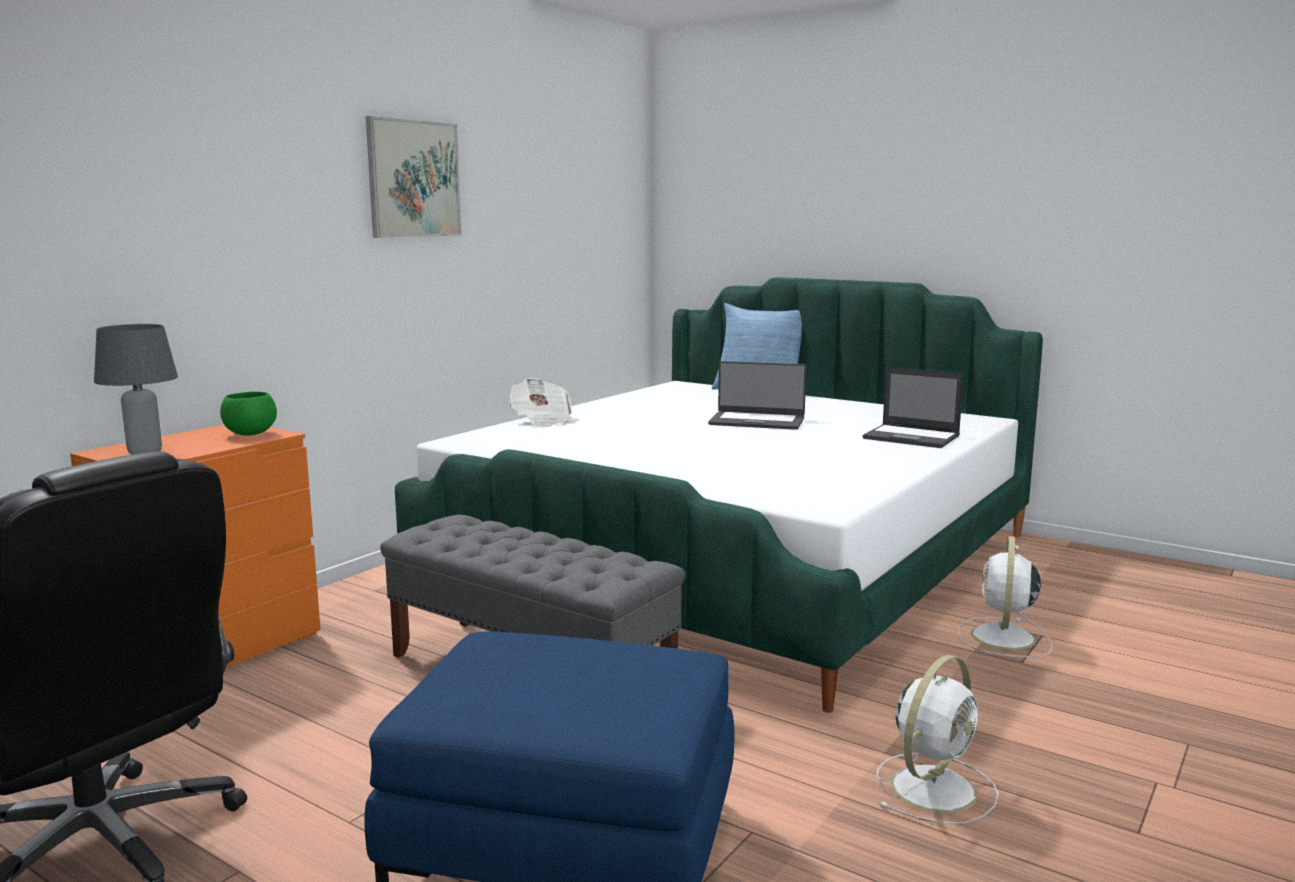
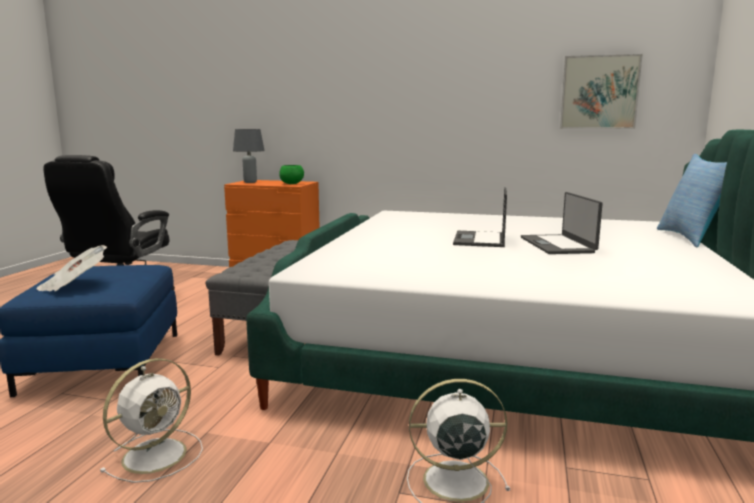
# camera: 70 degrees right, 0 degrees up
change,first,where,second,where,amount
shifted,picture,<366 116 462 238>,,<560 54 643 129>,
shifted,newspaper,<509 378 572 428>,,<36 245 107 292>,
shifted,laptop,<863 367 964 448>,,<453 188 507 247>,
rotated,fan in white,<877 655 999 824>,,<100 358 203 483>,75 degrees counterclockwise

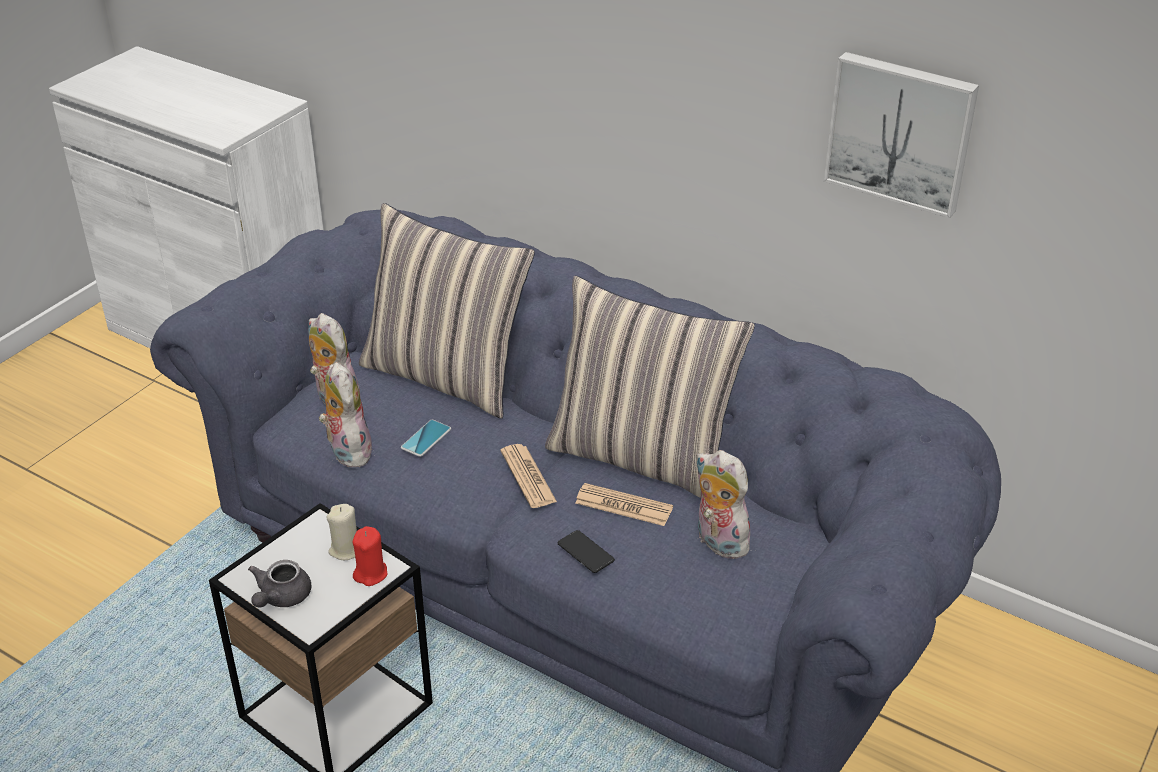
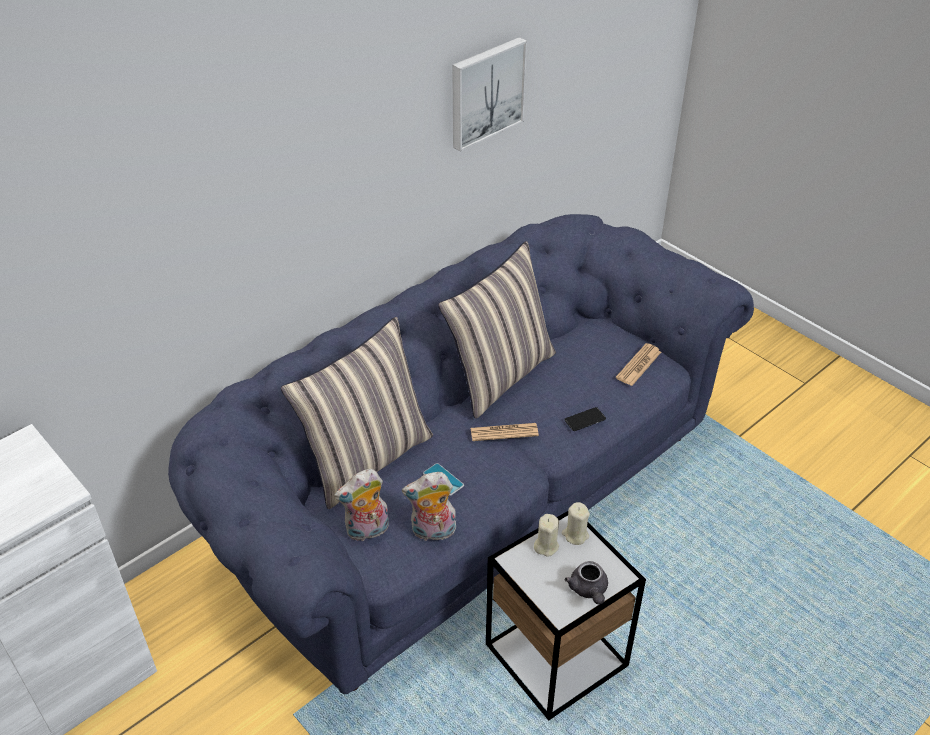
# camera: 75 degrees left, 5 degrees up
change,first,where,second,where,amount
gone,plush toy,<695 450 755 559>,,,
shifted,newspaper,<575 483 673 526>,,<616 343 661 386>,
repainted,candle in red,<353 526 388 586>,candle in beige,<562 502 590 545>,
rotated,teapot in grey,<248 560 311 608>,,<565 561 608 605>,45 degrees clockwise

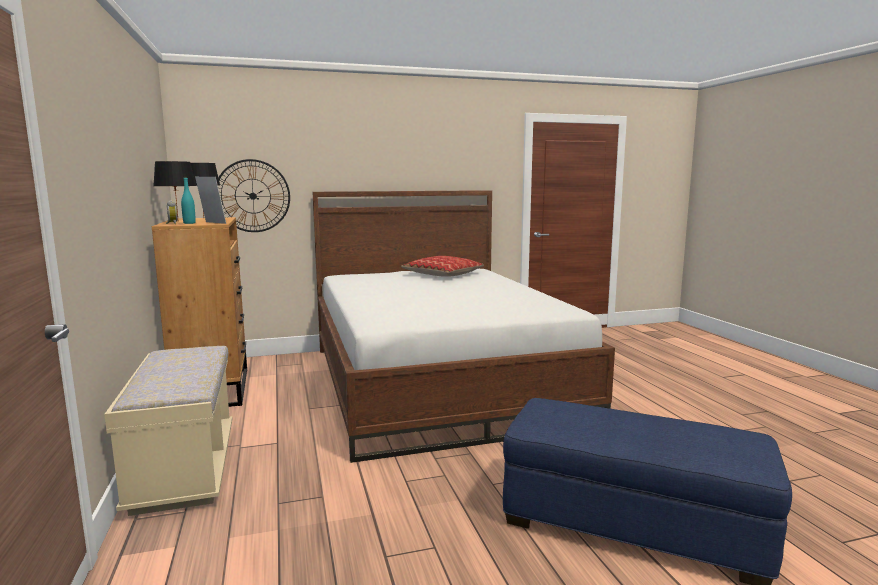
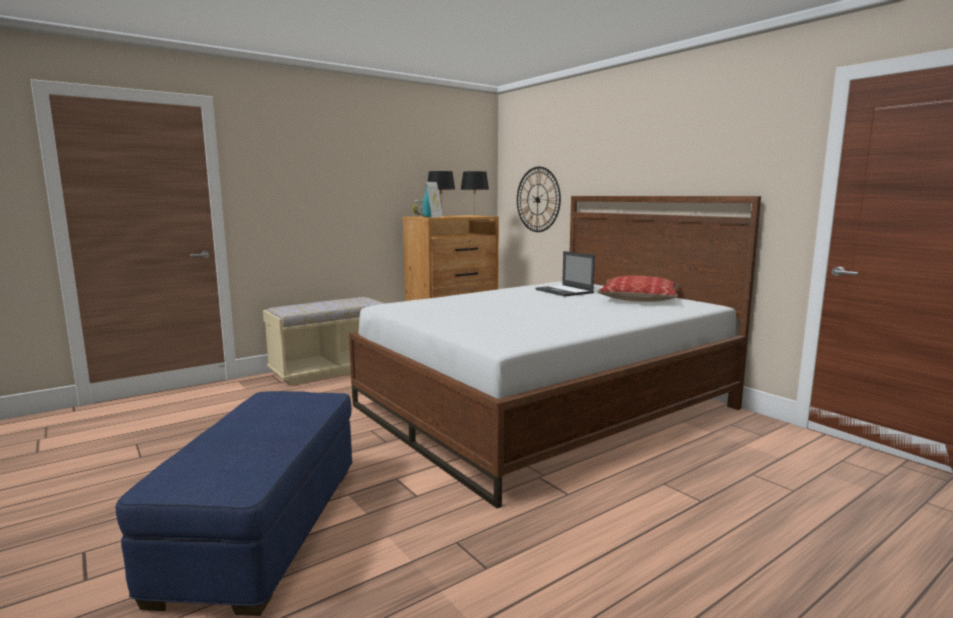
# camera: 70 degrees right, 0 degrees up
change,first,where,second,where,amount
new,,,laptop,<535 251 595 297>,

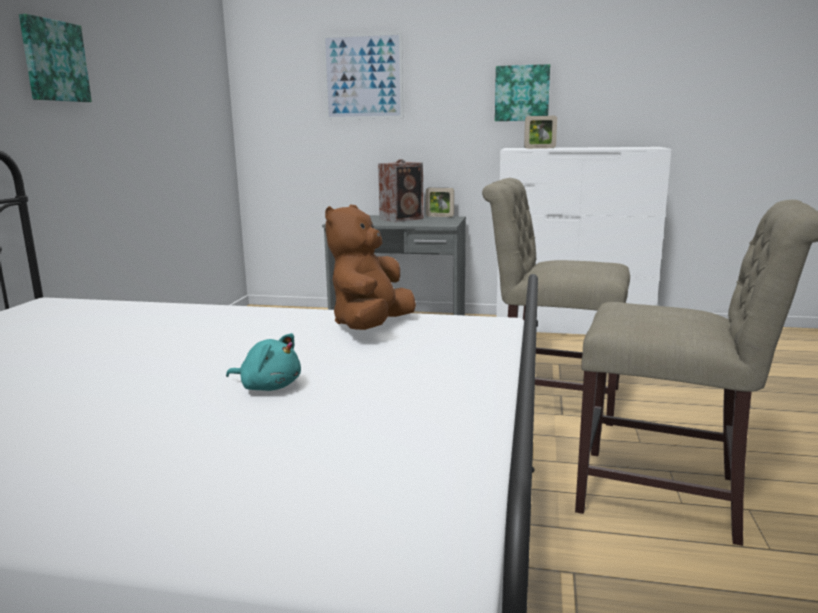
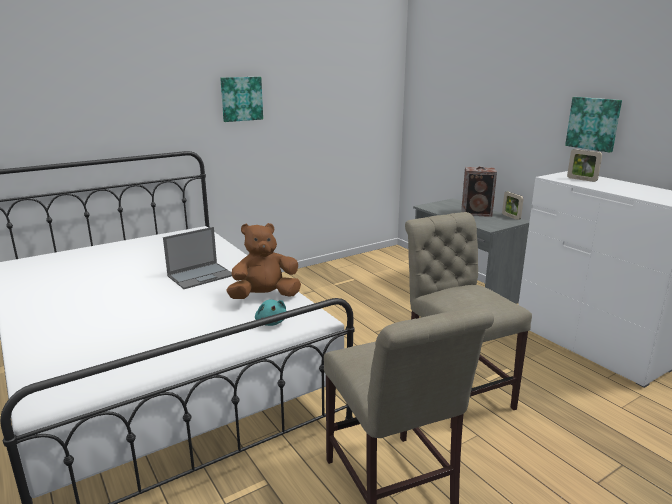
# camera: 45 degrees right, 5 degrees up
change,first,where,second,where,amount
gone,picture,<322 32 403 120>,,,
new,,,laptop,<163 227 232 289>,
shifted,plush toy in turquoise,<226 333 301 391>,,<255 299 286 326>,

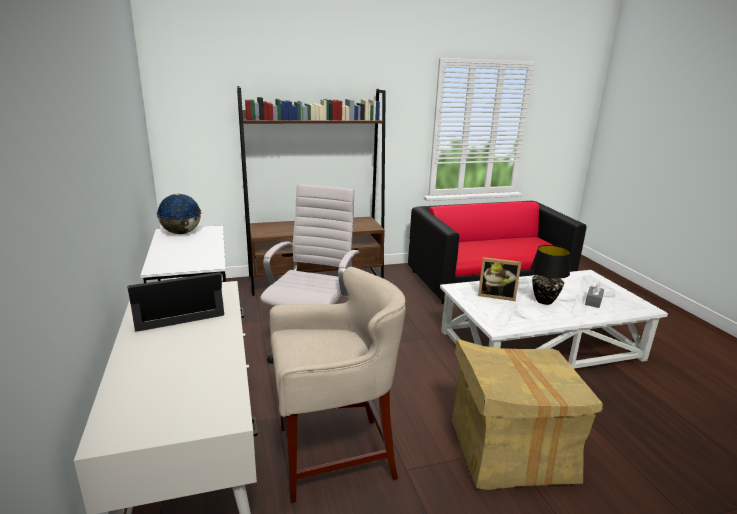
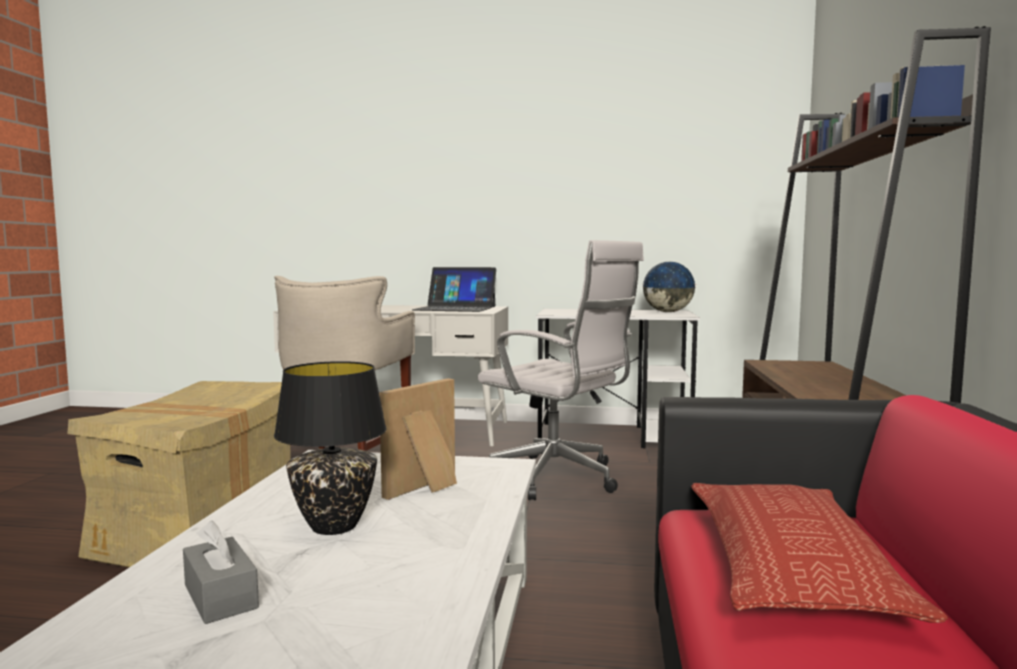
# camera: 115 degrees right, 15 degrees down
change,first,where,second,where,amount
new,,,pillow,<691 483 948 623>,
rotated,laptop,<128 272 224 332>,,<412 267 496 312>,105 degrees clockwise

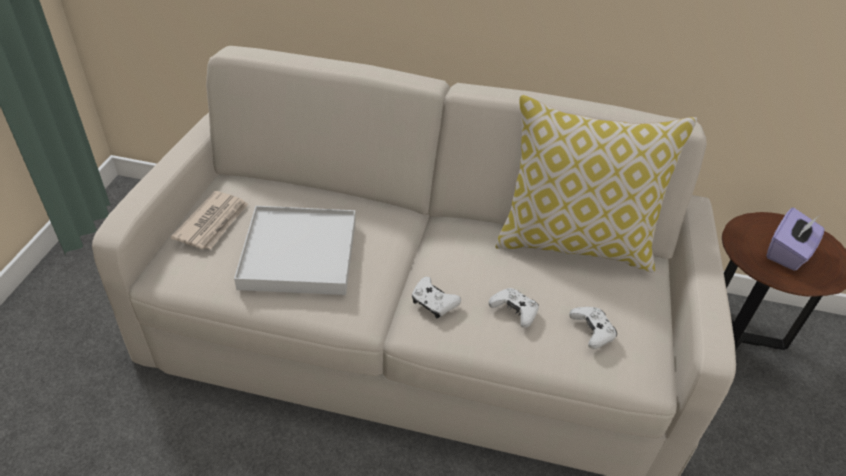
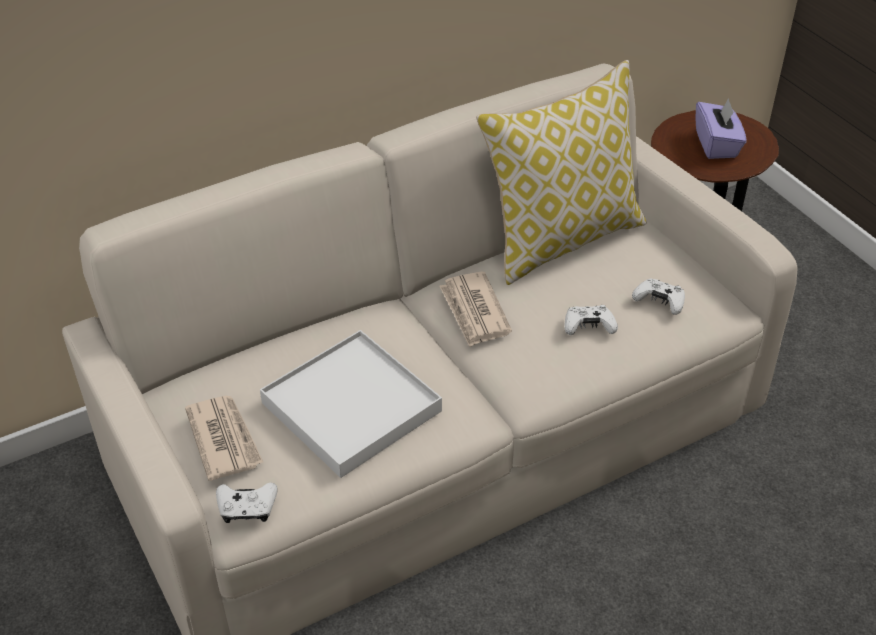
# camera: 40 degrees left, 0 degrees up
change,first,where,second,where,amount
new,,,newspaper,<439 272 512 347>,
shifted,game controller in white,<412 277 461 318>,,<216 482 277 523>,

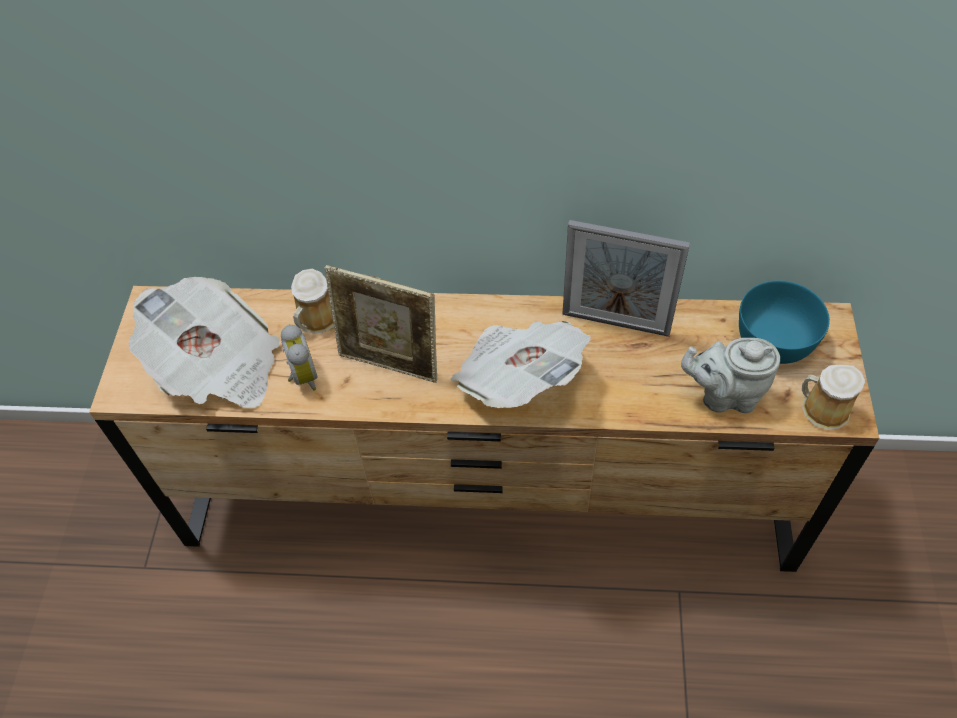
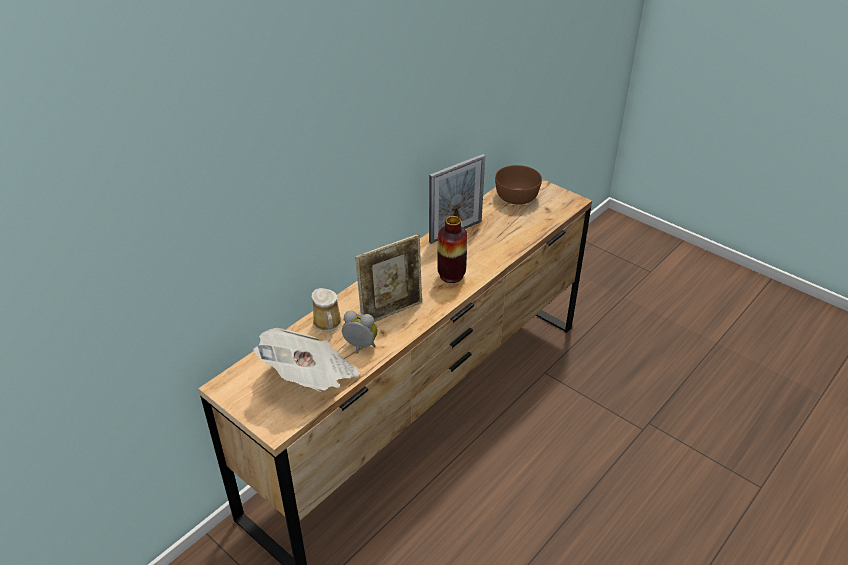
# camera: 55 degrees left, 15 degrees down
change,first,where,second,where,amount
gone,teapot in grey,<681 338 780 413>,,,
gone,mug,<802 365 865 430>,,,
swapped,newspaper,<450 321 591 408>,vase,<437 216 468 283>,
repainted,bowl in turquoise,<739 280 830 364>,bowl in brown,<495 165 542 205>,

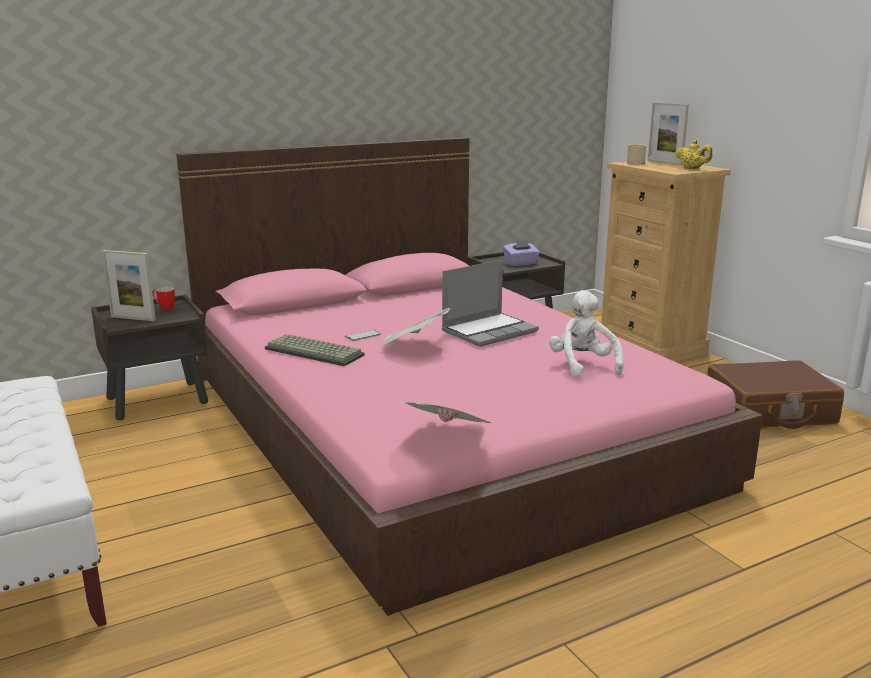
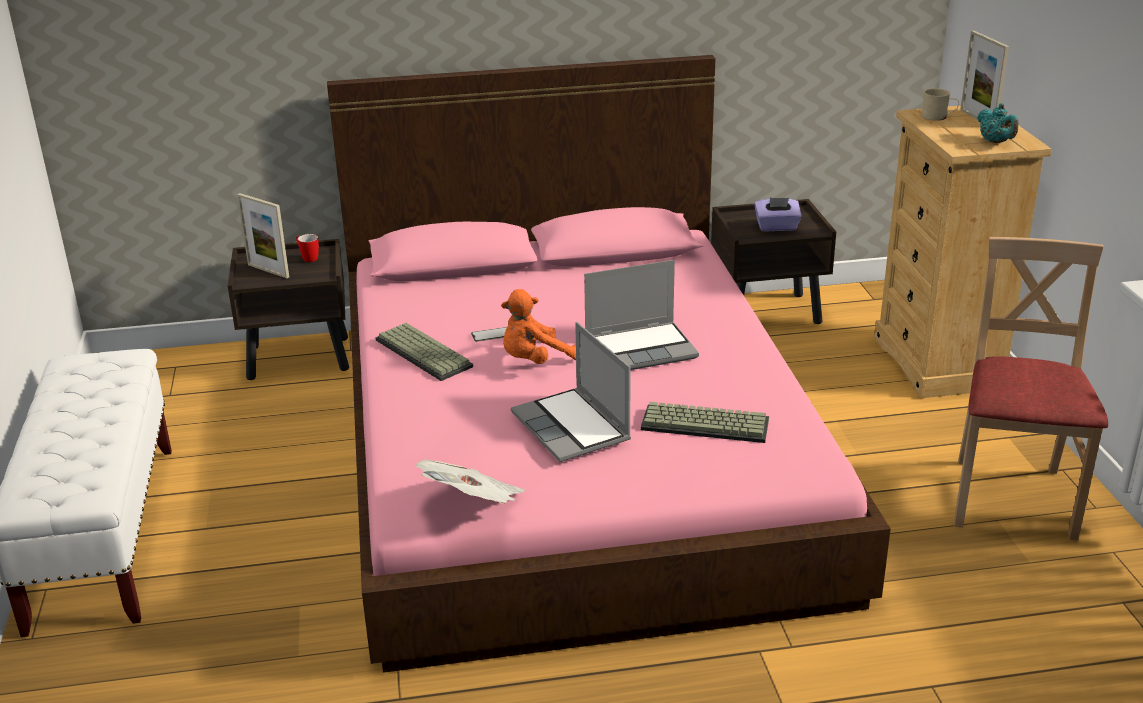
# camera: 20 degrees right, 10 degrees up
change,first,where,second,where,amount
new,,,laptop,<511 322 631 462>,
swapped,newspaper,<382 308 450 345>,plush toy in orange,<501 289 576 364>,
swapped,plush toy in white,<549 290 623 377>,keyboard,<641 402 769 443>,
swapped,suitcase in brown,<707 360 844 429>,chair in beige,<954 237 1108 541>,
repainted,teapot in yellow,<675 140 712 169>,teapot in turquoise,<977 103 1019 143>,

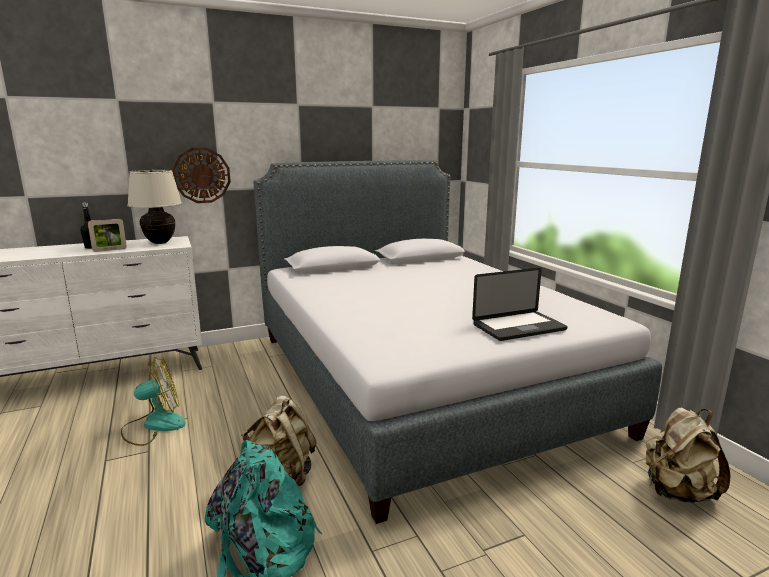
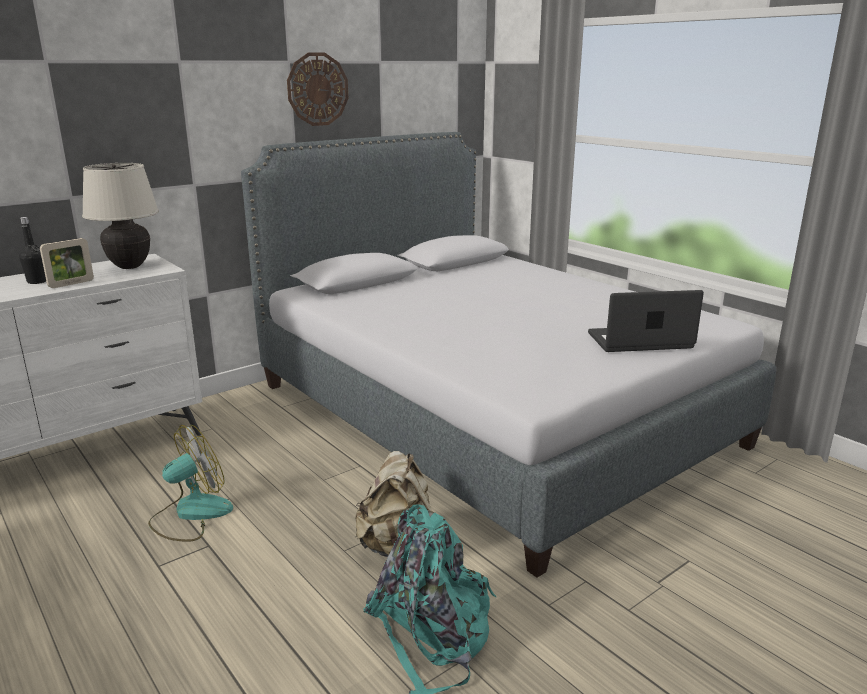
# camera: 15 degrees left, 5 degrees up
change,first,where,second,where,amount
gone,backpack in beige,<646 408 731 503>,,,
shifted,wall clock,<172 148 231 203>,,<287 52 348 126>,
rotated,laptop,<472 268 568 341>,,<588 290 704 352>,150 degrees counterclockwise

